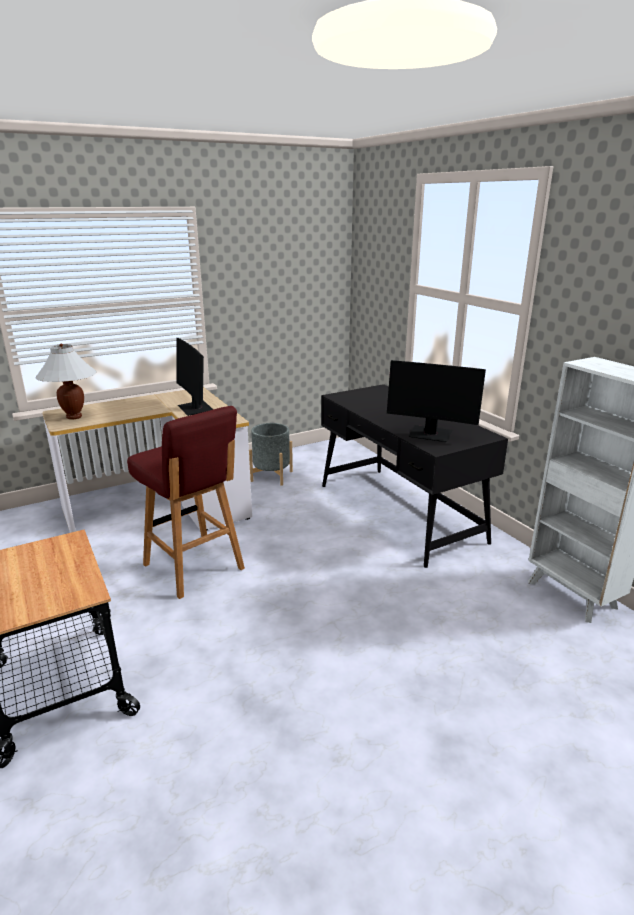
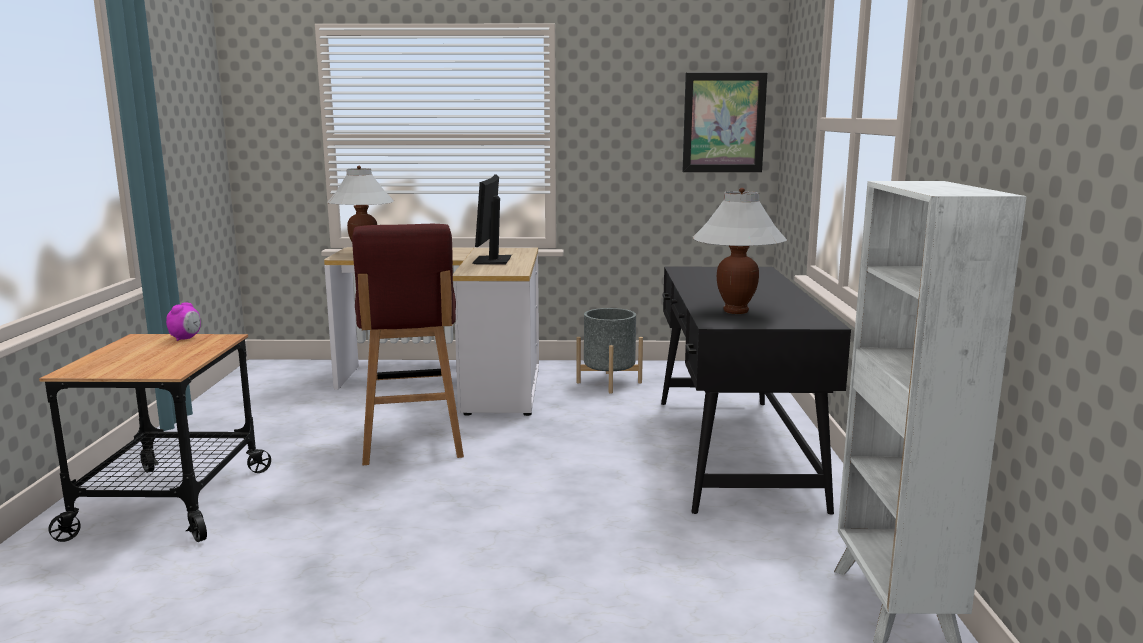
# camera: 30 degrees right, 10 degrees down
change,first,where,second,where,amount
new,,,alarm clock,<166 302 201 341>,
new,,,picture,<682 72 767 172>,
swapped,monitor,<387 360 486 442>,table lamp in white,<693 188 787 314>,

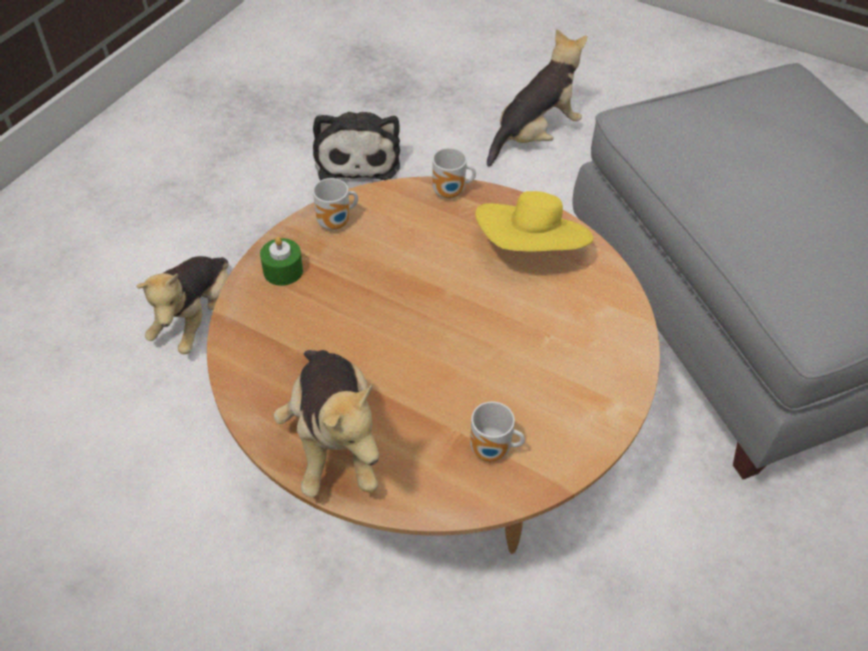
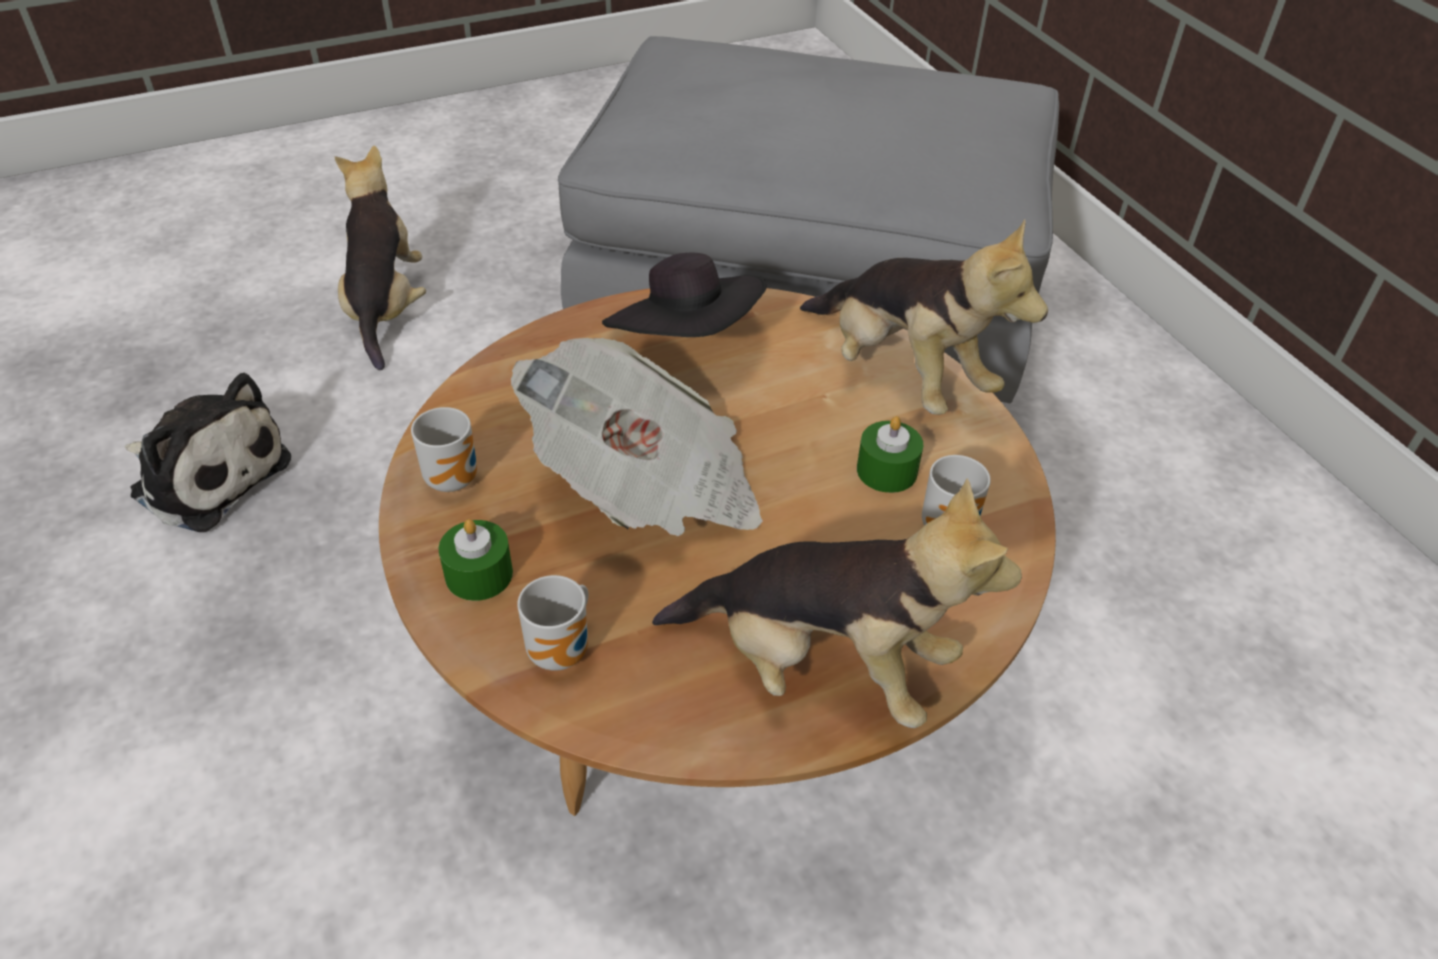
# camera: 55 degrees left, 5 degrees down
change,first,where,second,where,amount
new,,,newspaper,<511 338 763 536>,
new,,,candle in green,<857 416 923 493>,
shifted,plush toy,<137 256 229 354>,,<800 219 1048 415>,
shifted,mug,<432 148 476 199>,,<517 575 589 671>,
repainted,hat in yellow,<475 191 594 252>,hat in black,<602 253 767 337>,

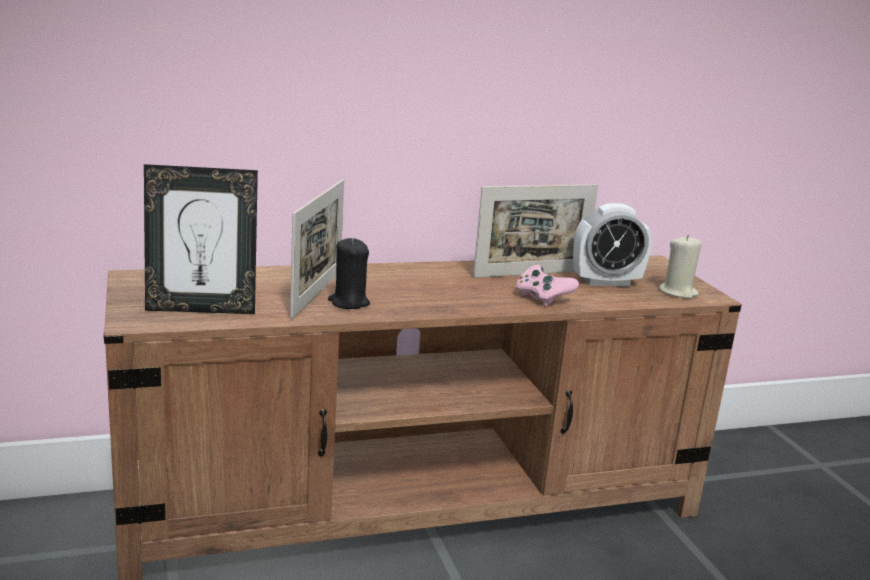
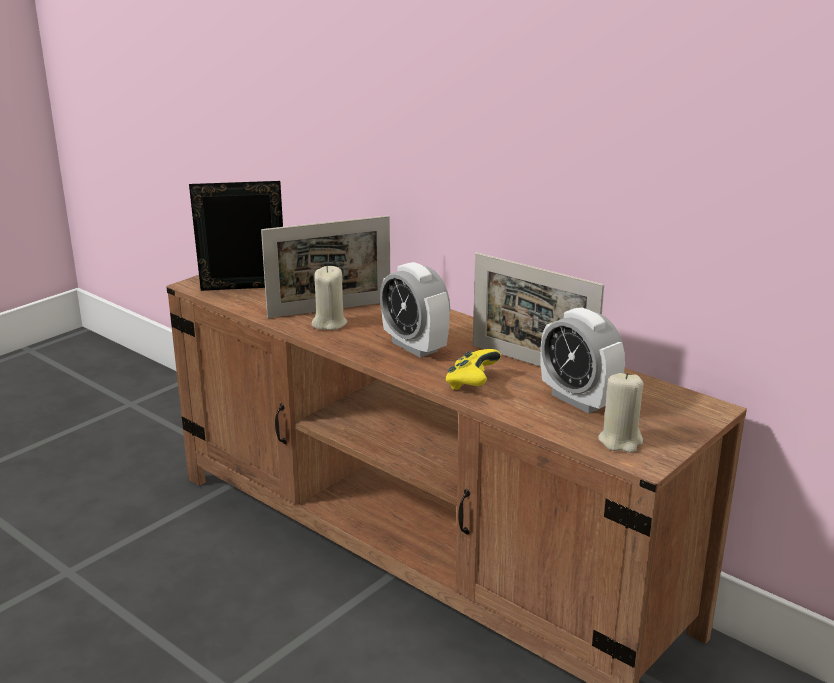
# camera: 60 degrees right, 5 degrees up
change,first,where,second,where,amount
new,,,alarm clock,<380 262 450 358>,
repainted,candle in black,<328 238 370 309>,candle in beige,<312 266 347 330>,
repainted,game controller in pink,<516 265 579 306>,game controller in yellow,<446 349 501 390>,
rotated,picture frame,<144 164 258 314>,,<189 181 283 291>,120 degrees clockwise

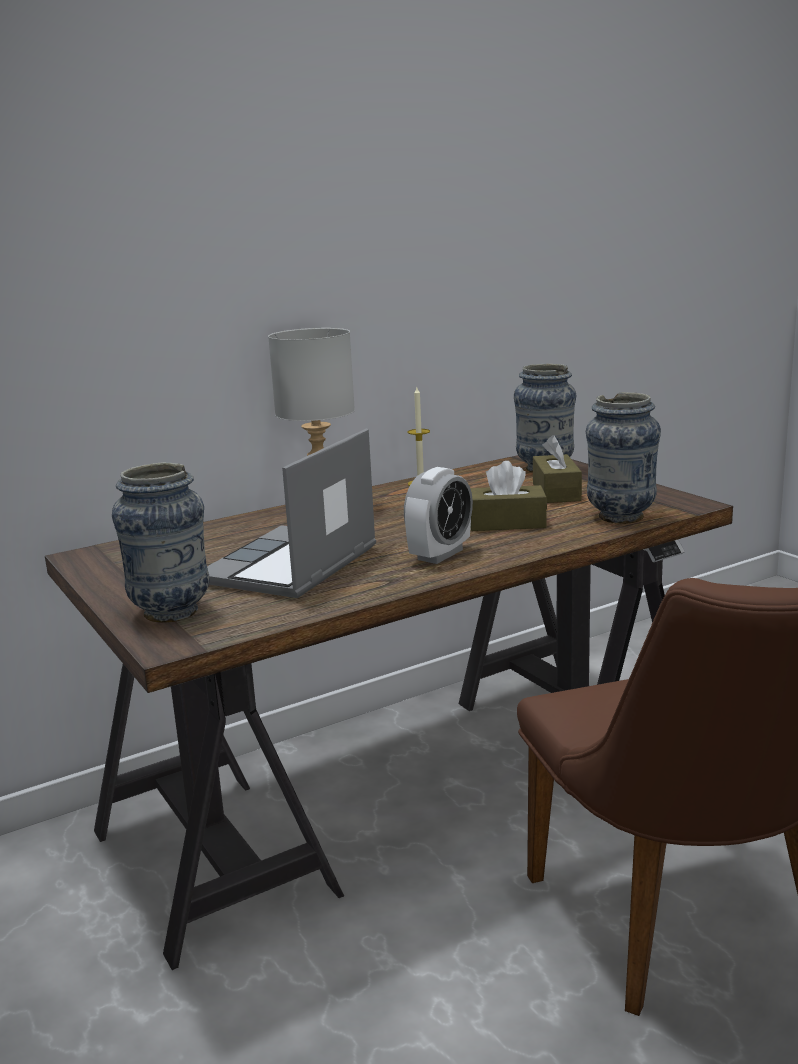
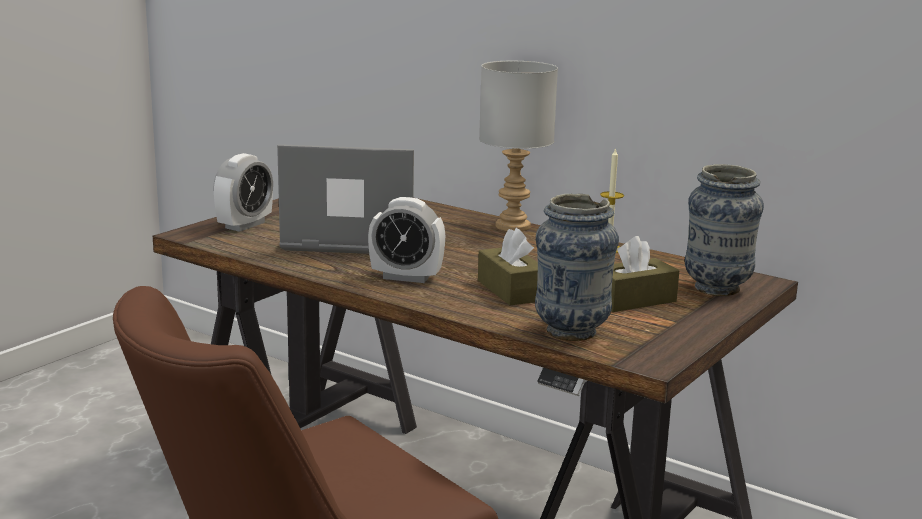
# camera: 65 degrees right, 0 degrees up
change,first,where,second,where,amount
swapped,vase,<112 462 210 623>,alarm clock,<213 153 273 232>,

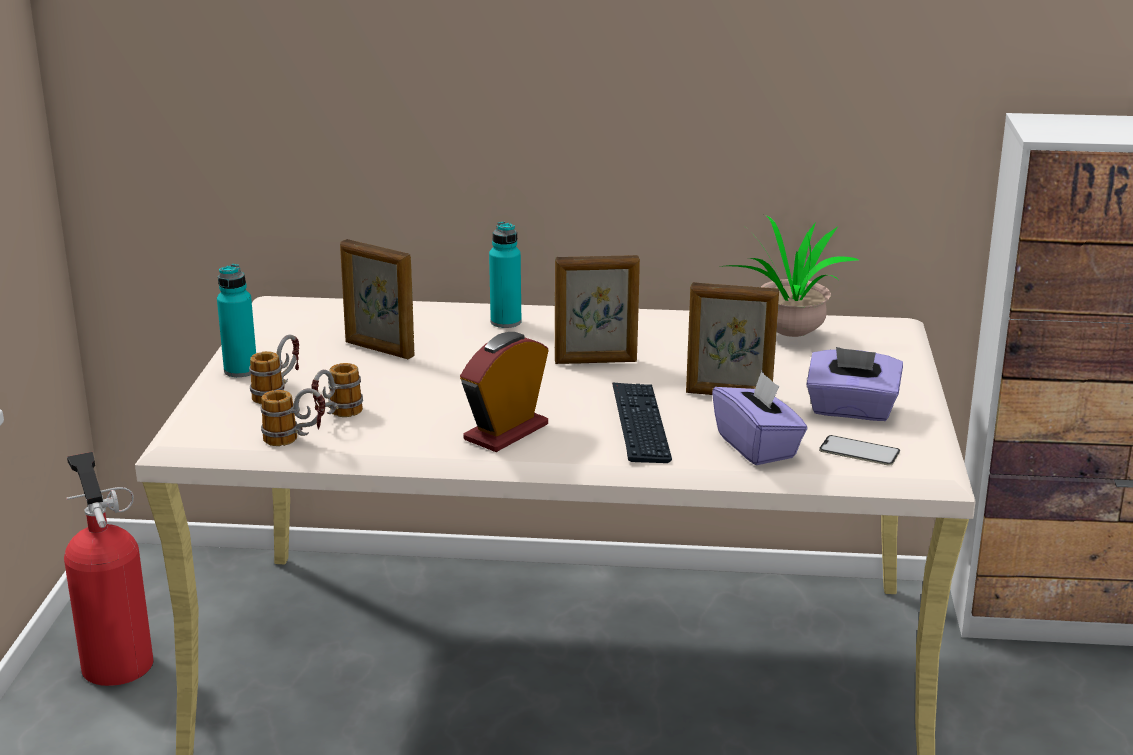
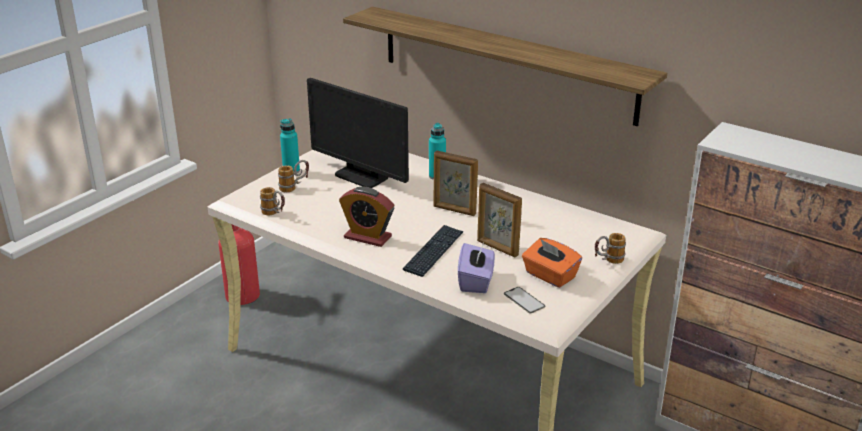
# camera: 30 degrees right, 5 degrees up
change,first,where,second,where,amount
gone,potted plant,<720 216 859 337>,,,
new,,,shelf,<343 7 667 126>,
shifted,mug,<311 363 363 417>,,<595 233 626 264>,
swapped,picture frame,<340 239 415 359>,monitor,<307 78 409 188>,
repainted,tissue box in purple,<806 347 903 421>,tissue box in orange,<522 238 582 288>,
rotated,alarm clock,<460 332 549 452>,,<339 187 394 247>,135 degrees counterclockwise

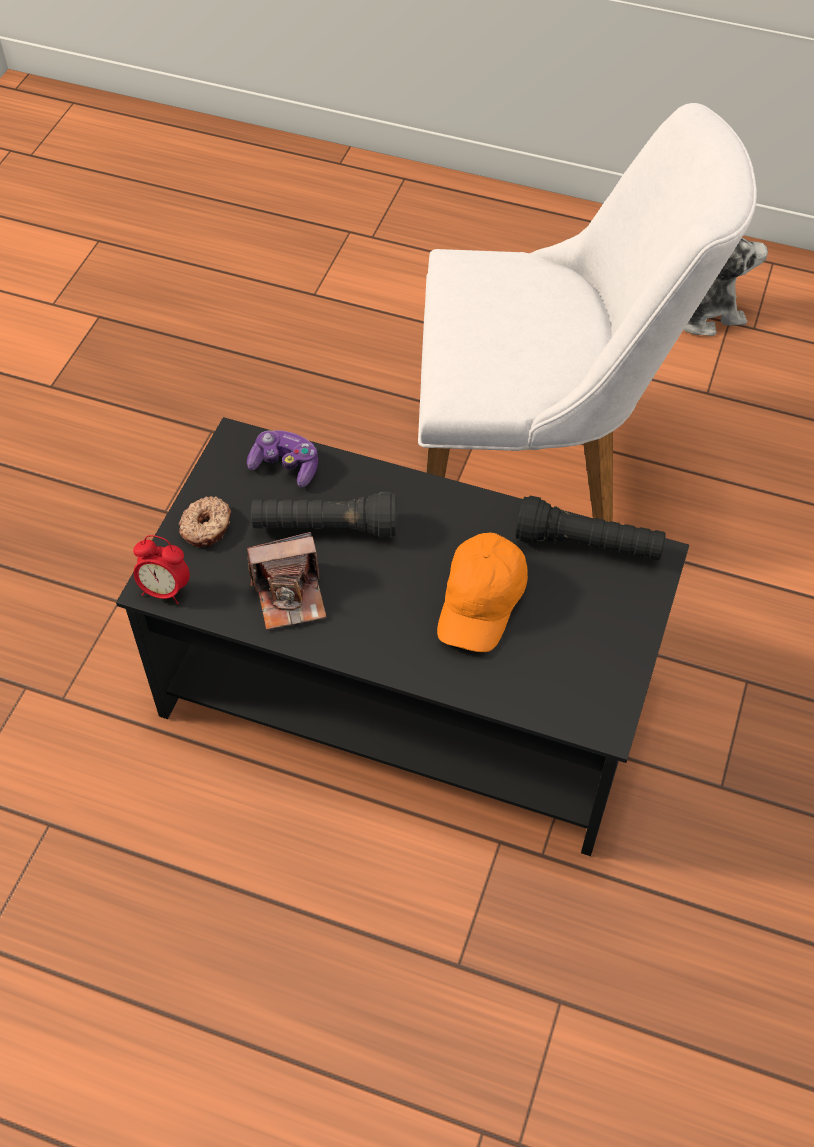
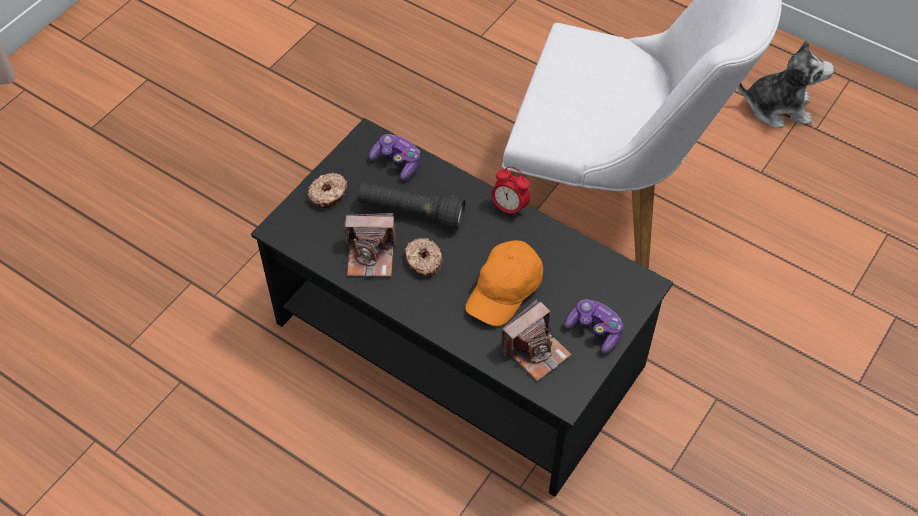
# camera: 15 degrees right, 0 degrees up
change,first,where,second,where,amount
gone,flashlight in black,<515 496 666 560>,,,
new,,,donut,<404 238 443 276>,
new,,,photo camera,<501 299 572 381>,
new,,,game controller,<565 300 623 353>,
shifted,alarm clock,<133 535 190 604>,,<491 166 530 219>,

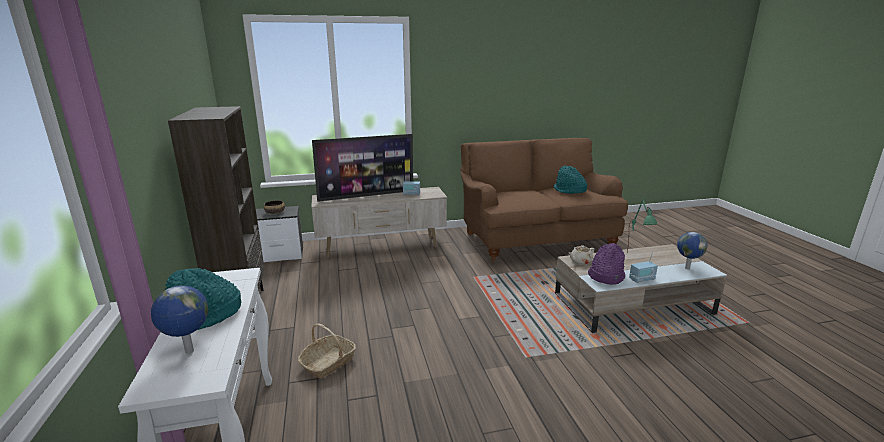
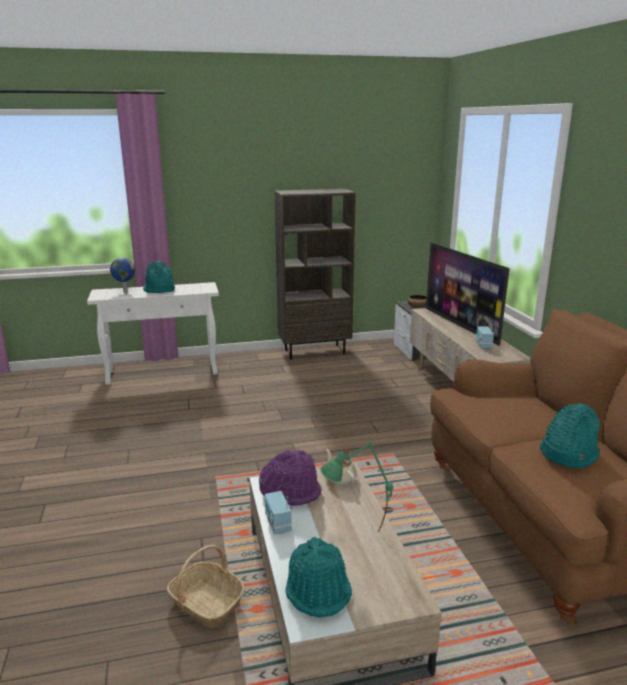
# camera: 90 degrees right, 0 degrees up
change,first,where,second,where,amount
shifted,basket,<298 323 356 378>,,<167 545 245 627>,
swapped,globe,<677 232 708 269>,hat in turquoise,<285 537 352 618>,

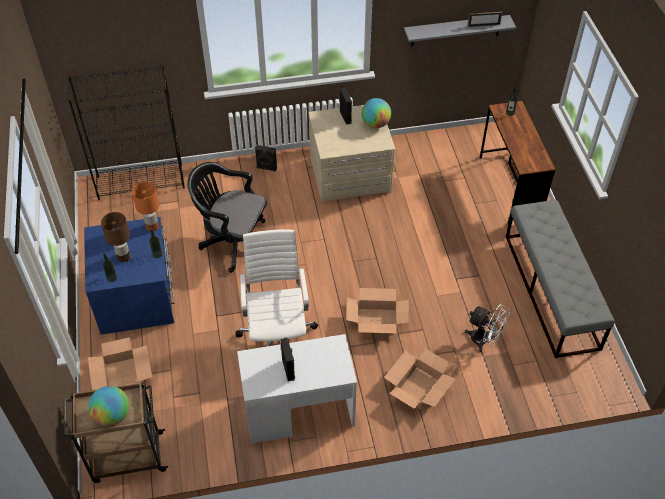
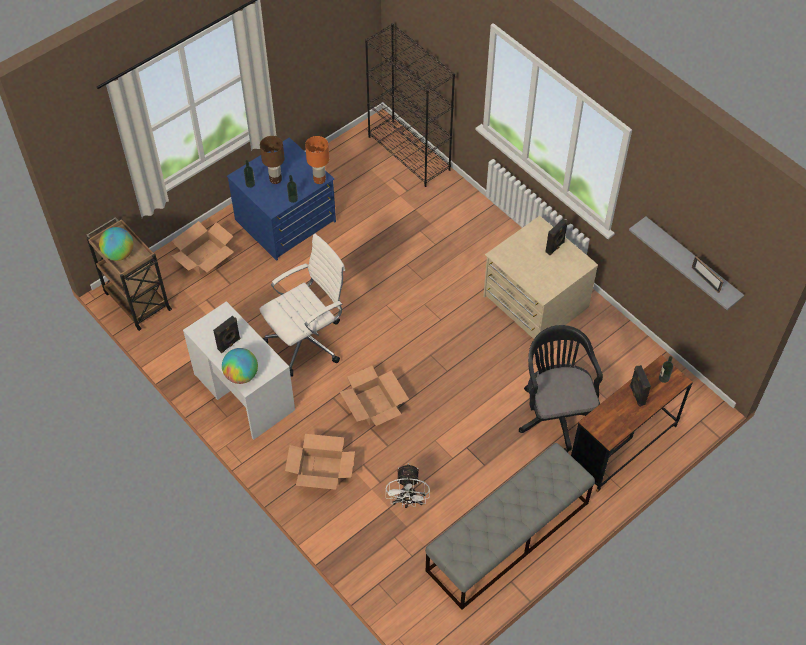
# camera: 60 degrees right, 5 degrees up
change,first,where,second,where,amount
shifted,office chair in black,<188 162 267 273>,,<519 325 603 452>,
shifted,speaker in black,<255 145 277 172>,,<630 365 651 407>,
shifted,globe,<361 98 391 128>,,<222 348 258 384>,

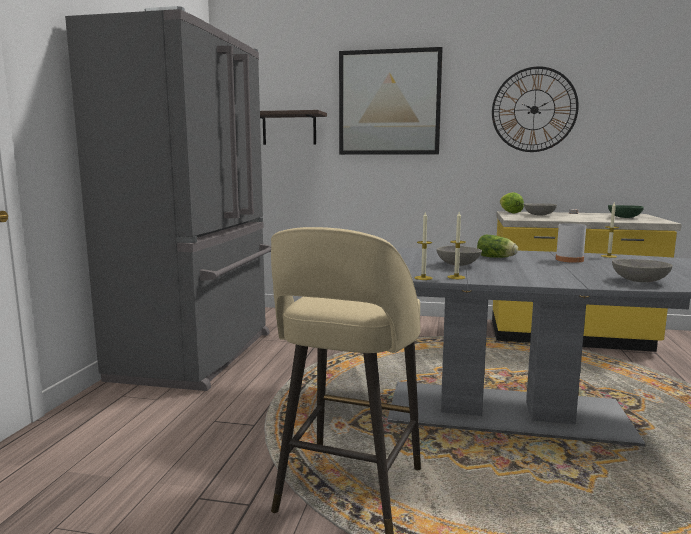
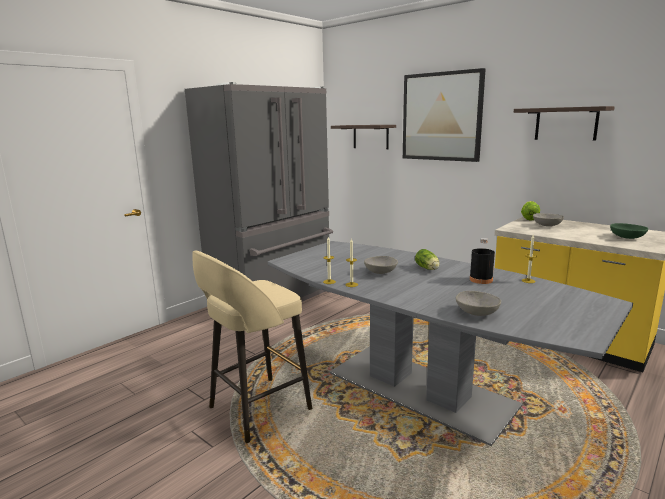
# camera: 30 degrees right, 5 degrees up
change,first,where,second,where,amount
swapped,wall clock,<492 66 579 152>,shelf,<514 106 615 140>,
repainted,bottle in white,<556 209 586 263>,bottle in black,<470 238 495 284>,

